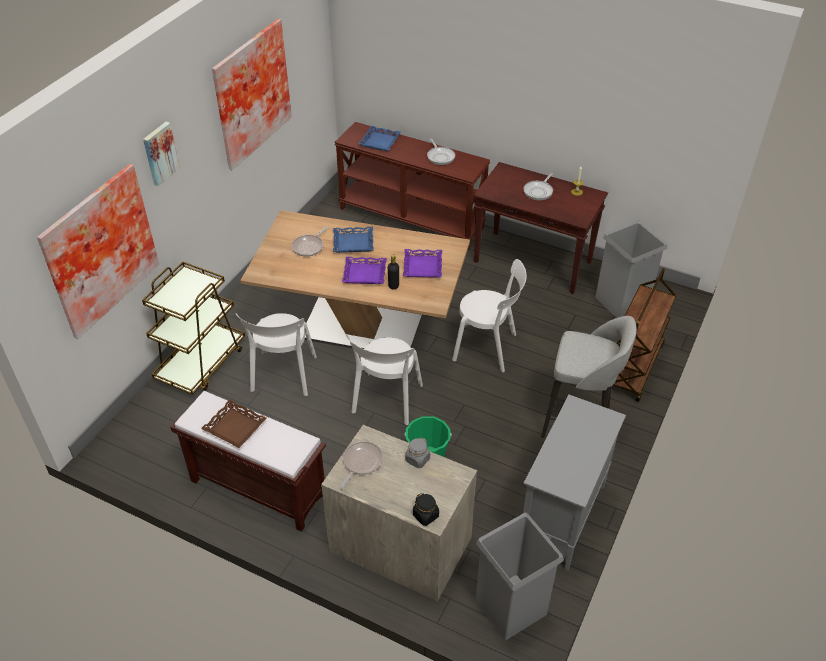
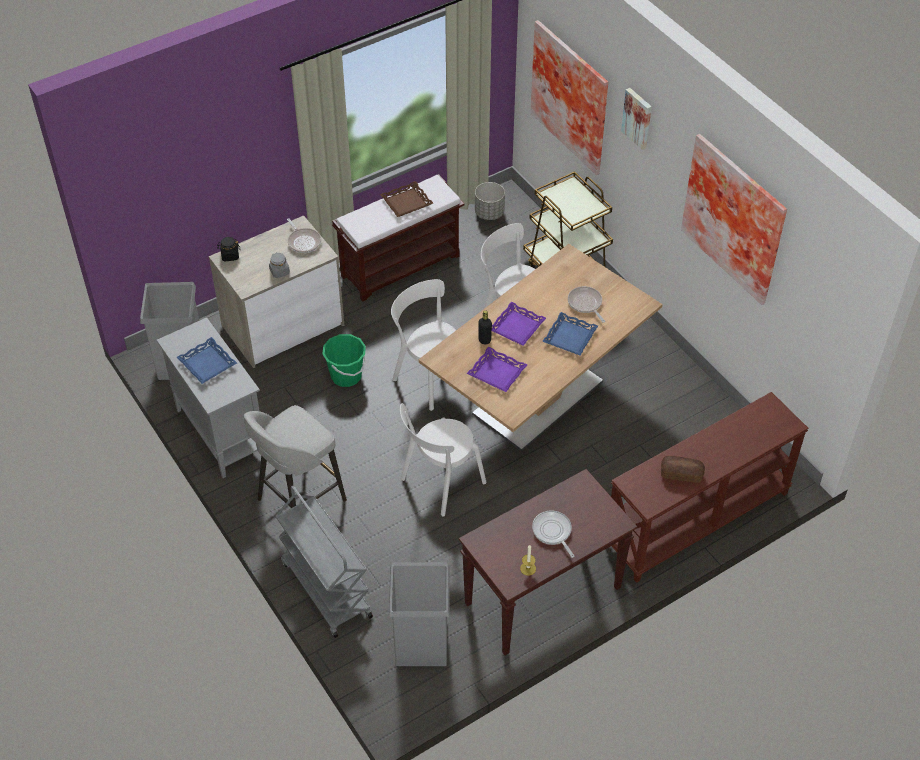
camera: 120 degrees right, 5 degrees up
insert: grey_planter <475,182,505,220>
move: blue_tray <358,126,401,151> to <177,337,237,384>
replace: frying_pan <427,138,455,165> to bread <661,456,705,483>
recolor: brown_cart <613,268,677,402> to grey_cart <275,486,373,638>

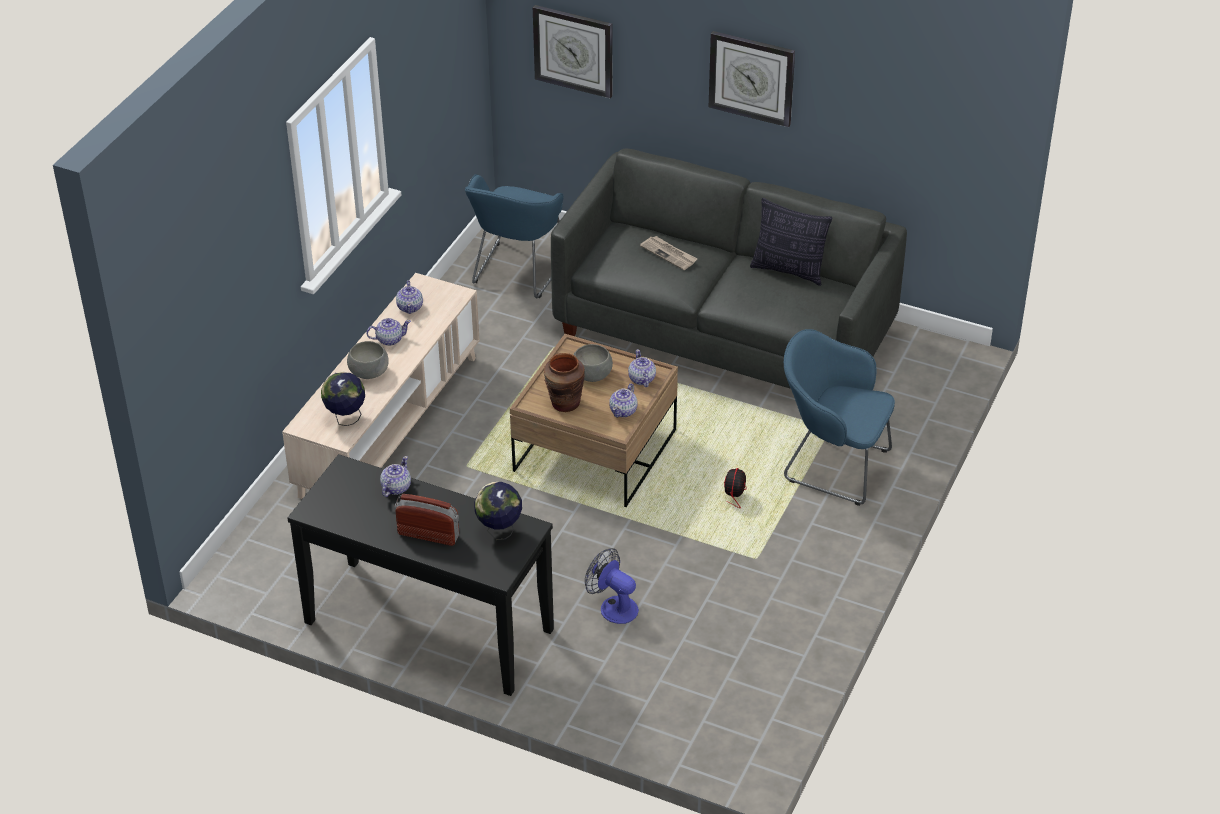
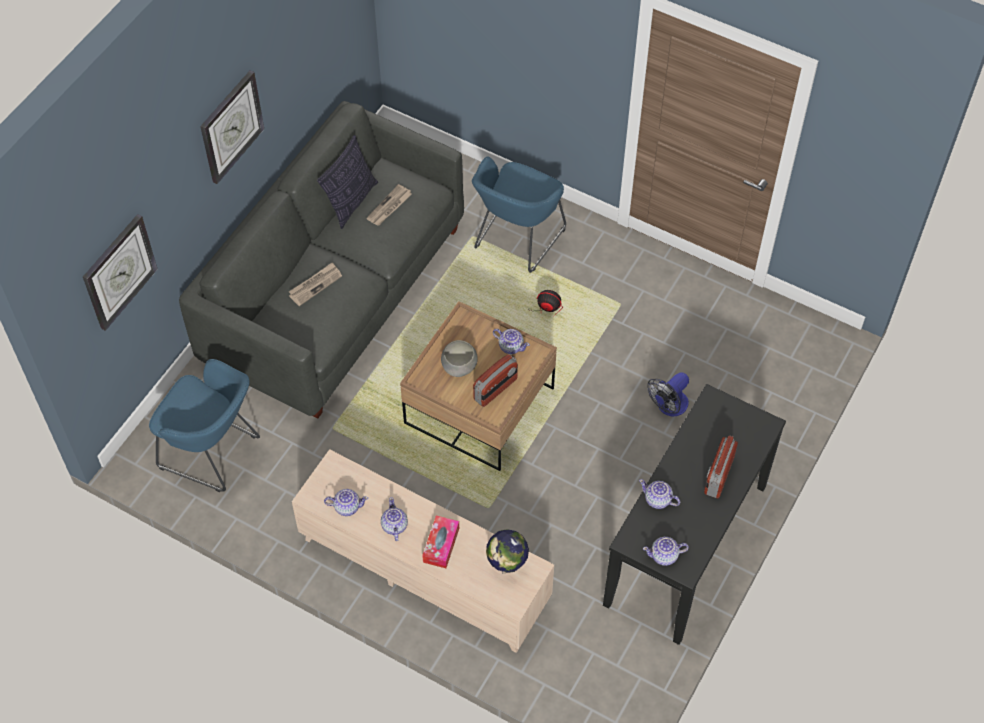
camera: 85 degrees left, 15 degrees up
delete: globe <474,482,522,540>
insert: newspaper <366,184,412,226>
move: teapot <628,349,656,387> to <643,537,689,566>
replace: grey_bowl <347,341,389,379> to tissue_box <422,515,459,568>; brown_vase <544,353,585,412> to radio <473,354,518,407>

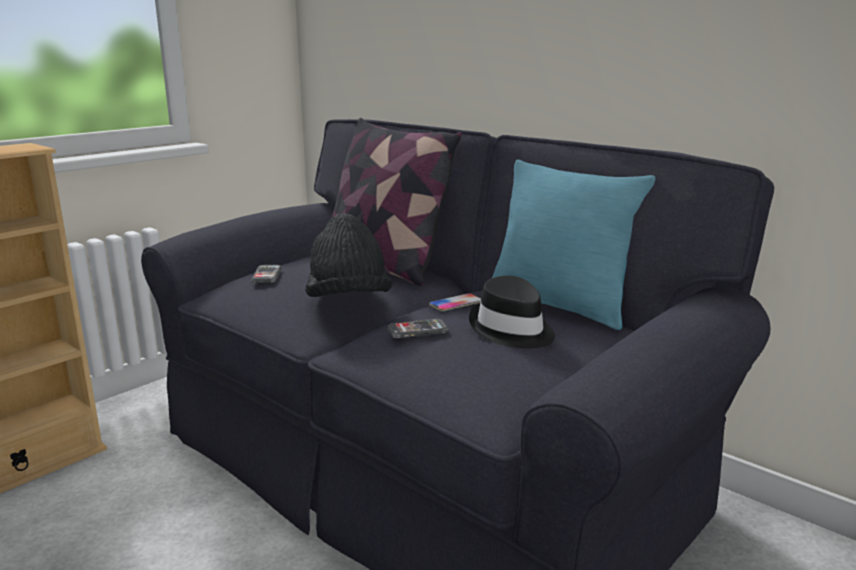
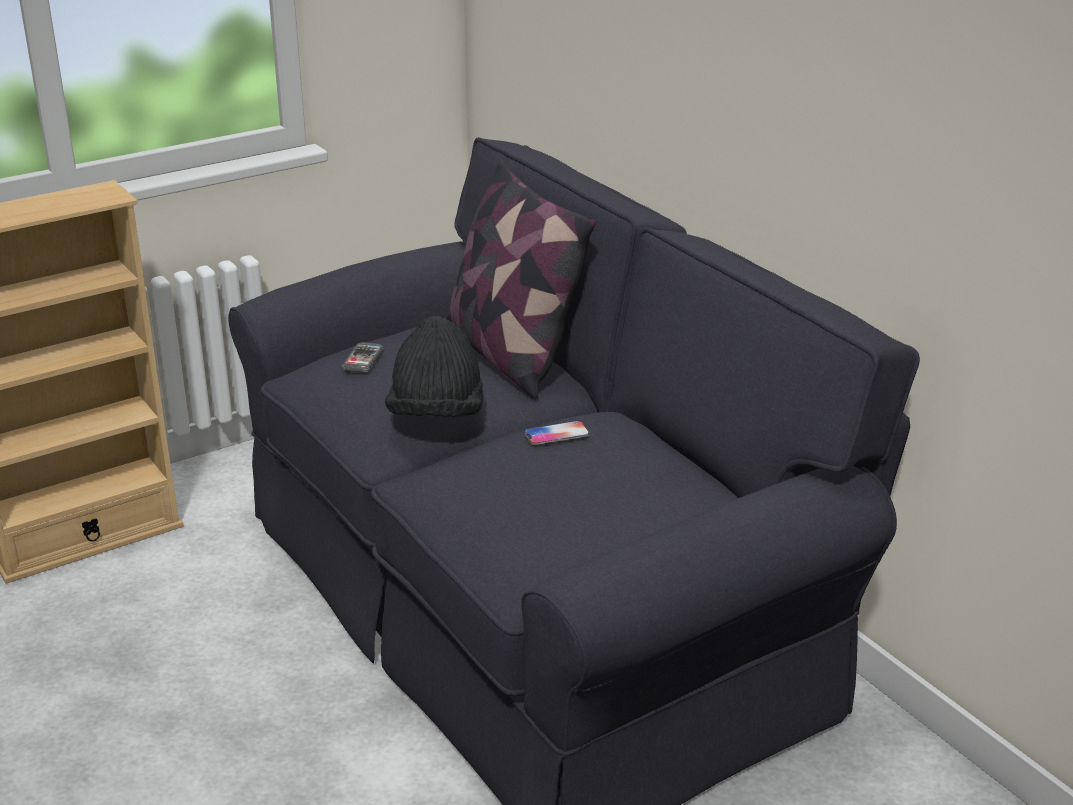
camera: 15 degrees right, 10 degrees up
delete: phone <388,319,448,338>; black_hat <469,276,555,348>; turquoise_pillow <492,160,656,330>

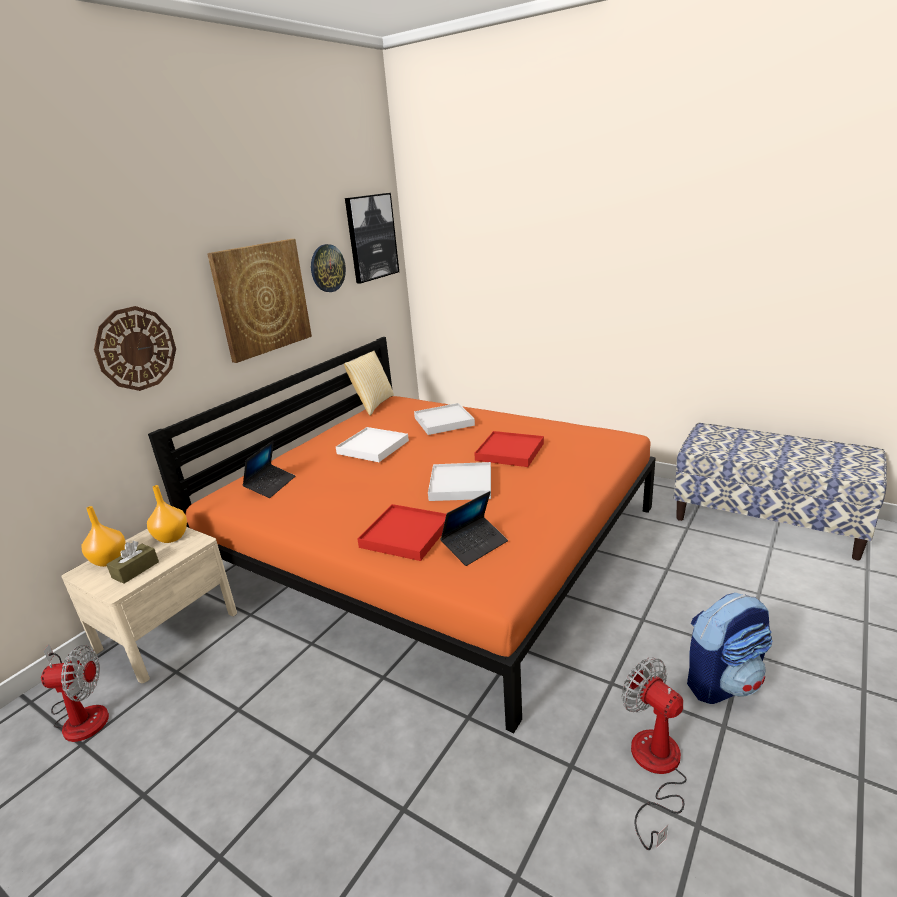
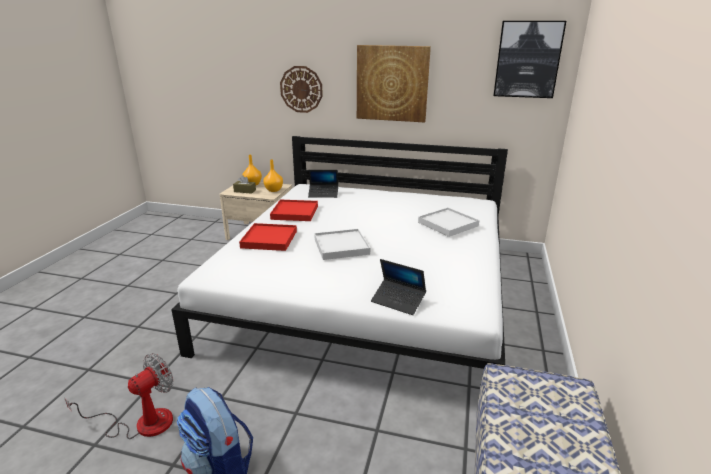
camera: 70 degrees right, 0 degrees up
delete: fan <41,644,109,742>; wall_clock <311,244,346,292>; white_tray <336,427,409,462>; pillow <344,351,394,416>
move: red_tray <474,431,544,467> to <270,200,318,221>; laptop <440,491,508,566> to <371,259,426,315>
recolor: orange_bed <148,337,656,733> to white_bed <171,136,508,369>

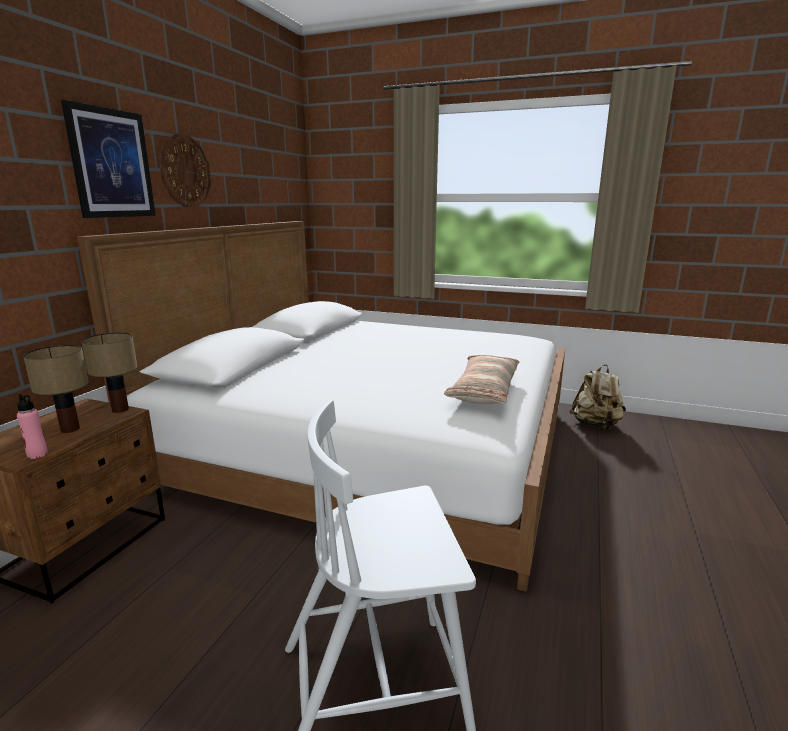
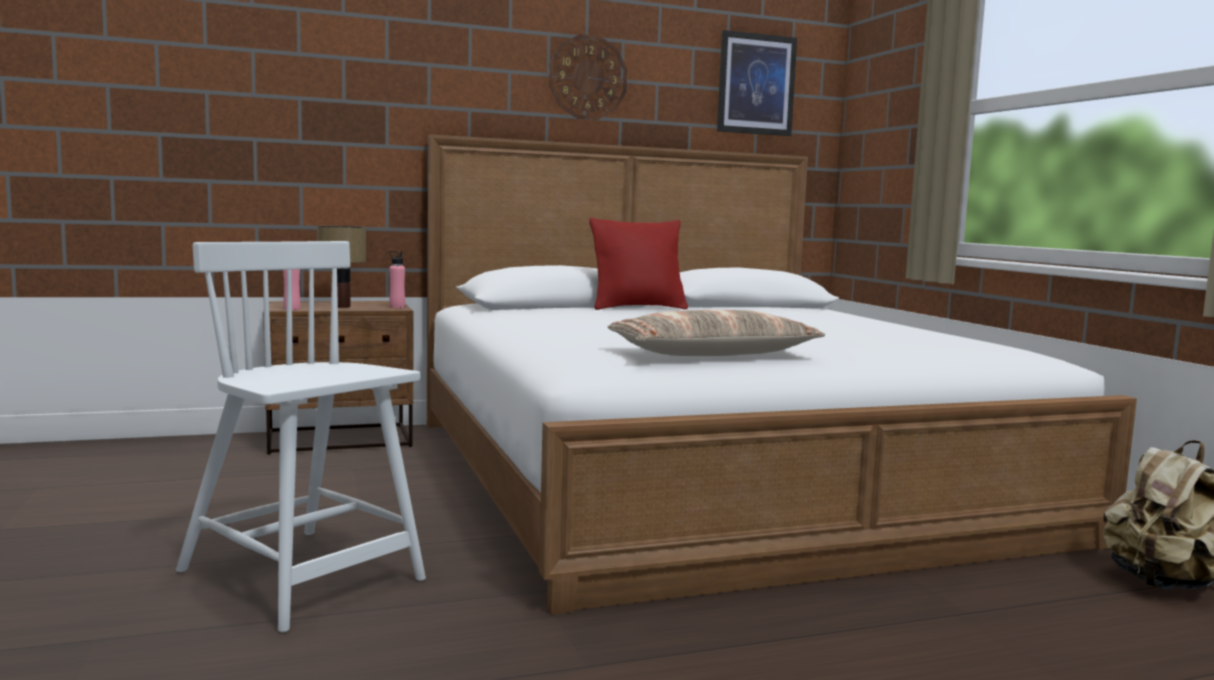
camera: 50 degrees right, 10 degrees down
insert: red_pillow <589,218,688,310>
move: picture <61,100,156,218> to <717,30,797,136>
replace: table_lamp <81,332,138,413> to pink_bottle <389,251,405,308>

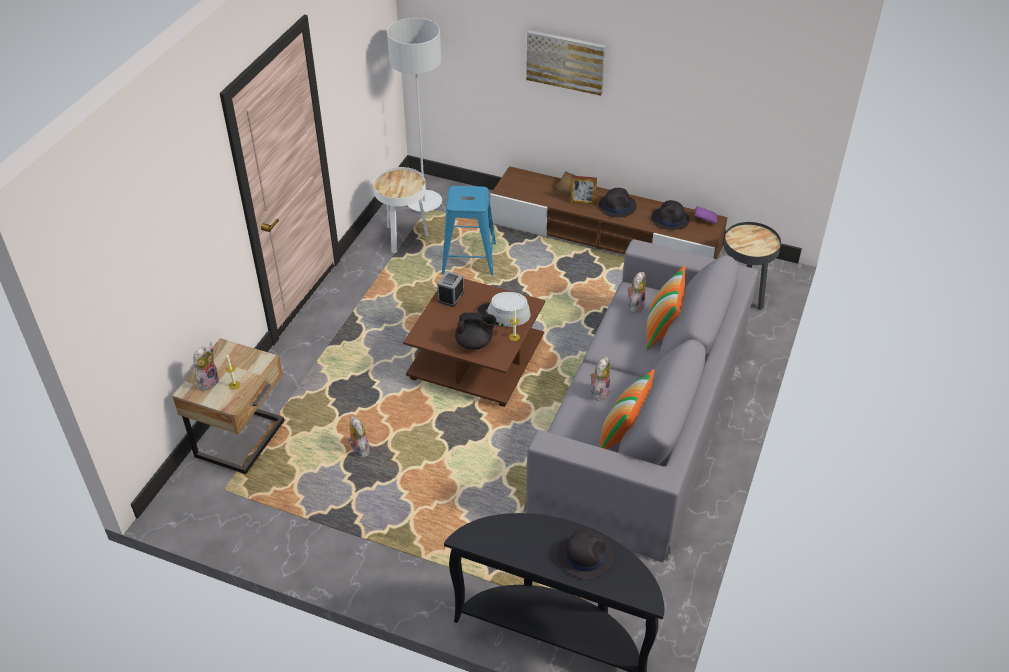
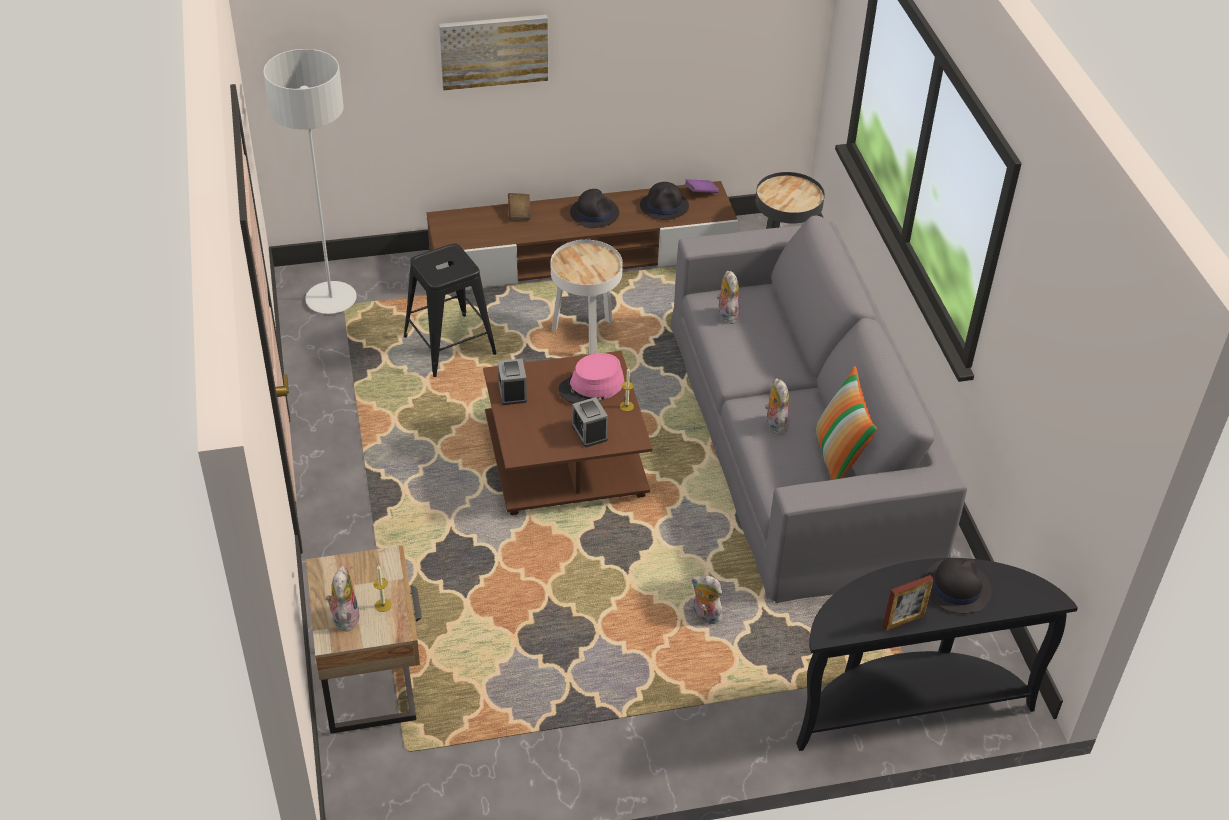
camera: 35 degrees left, 0 degrees up
delete: pillow <647,265,685,351>
move: white_side_table <373,167,429,253> to <551,240,623,355>; plush_toy <348,416,370,457> to <691,575,726,624>; picture_frame <570,176,597,205> to <883,575,934,631>
replace: black_teapot <455,312,496,350> to alarm_clock <572,397,608,447>
recolor: blue_stool <442,186,496,276> to black_stool <404,244,497,377>; grey_hat <477,292,531,327> to pink_hat <558,353,624,404>

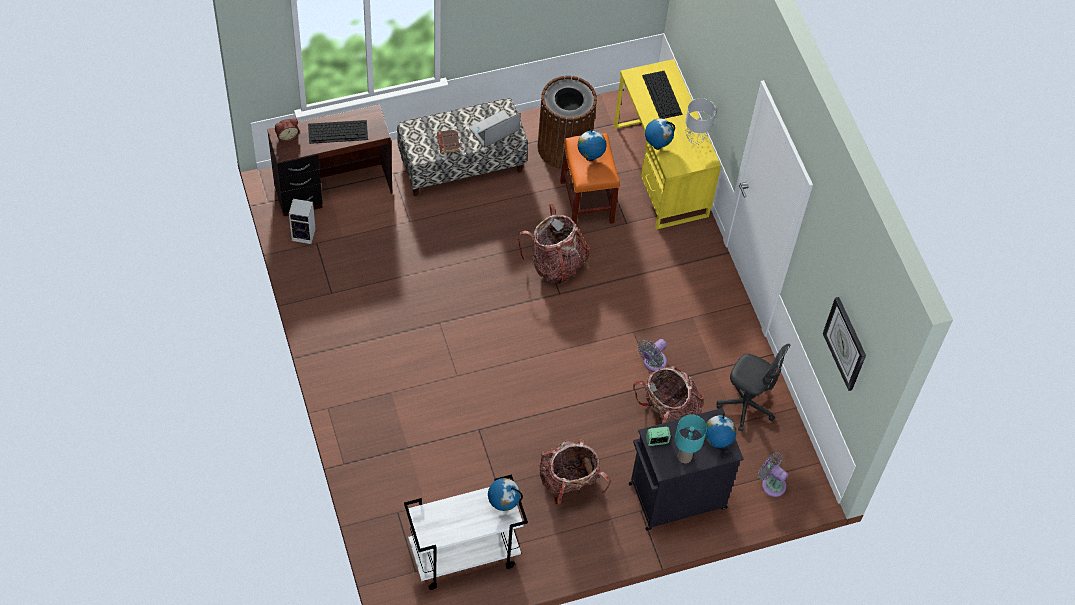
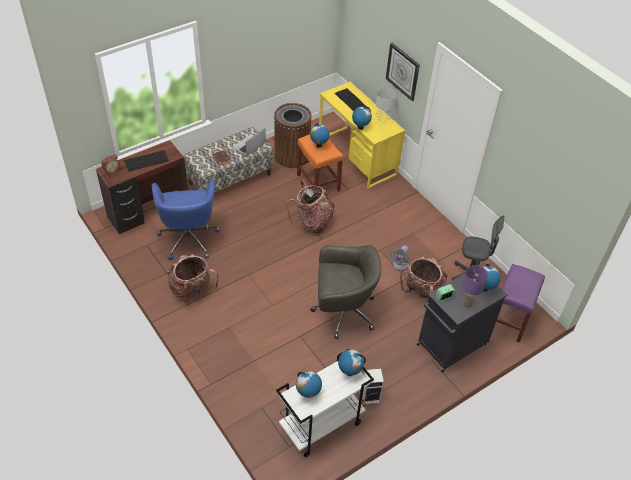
camera: 15 degrees left, 10 degrees down
insert: blue_office_chair <152,179,220,260>; globe <296,371,322,398>; grey_office_chair <310,245,381,339>
move: backpack <539,439,611,505> to <167,254,219,303>; speaker <289,199,316,244> to <362,369,384,404>; wall_clock <823,297,866,391> to <386,43,420,101>
replace: grey_fan <758,452,788,497> to purple_stool <496,264,545,343>
recolor: turquoise_table_lamp <675,414,707,463> to purple_table_lamp <462,265,488,308>

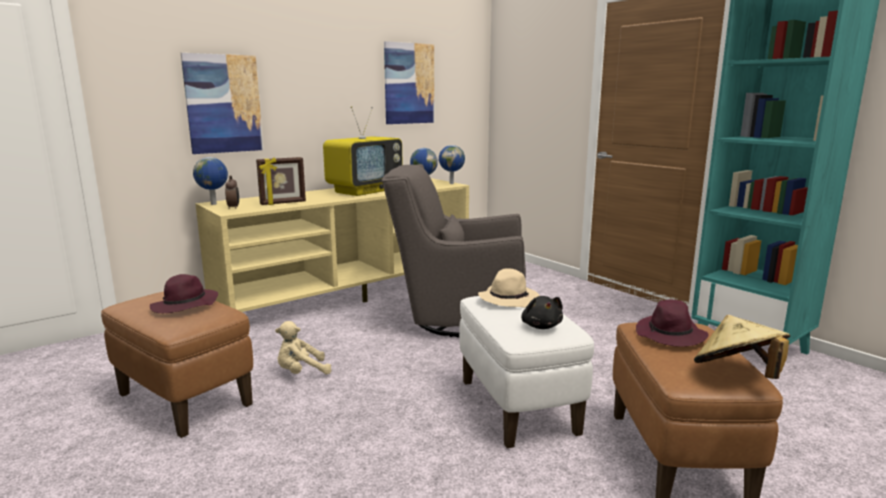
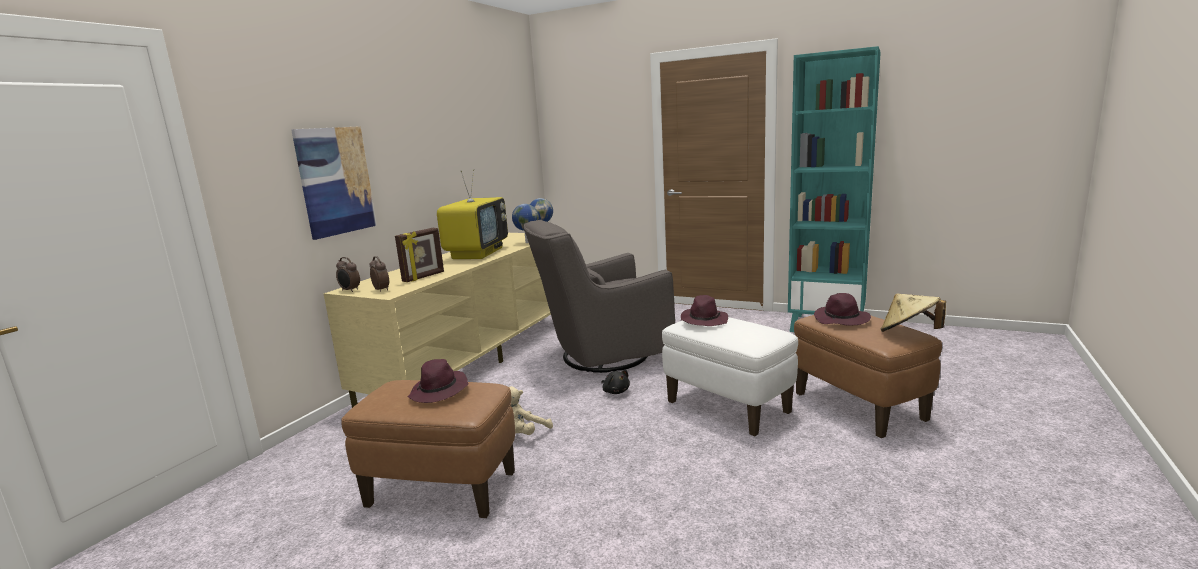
camera: 25 degrees left, 0 degrees up
delete: picture <384,41,434,124>
move: black_plush_toy <521,296,563,329> to <601,370,630,394>
replace: globe <193,157,228,205> to alarm_clock <336,257,360,292>
recolor: beige_hat <478,268,539,308> to purple_hat <681,295,728,326>

